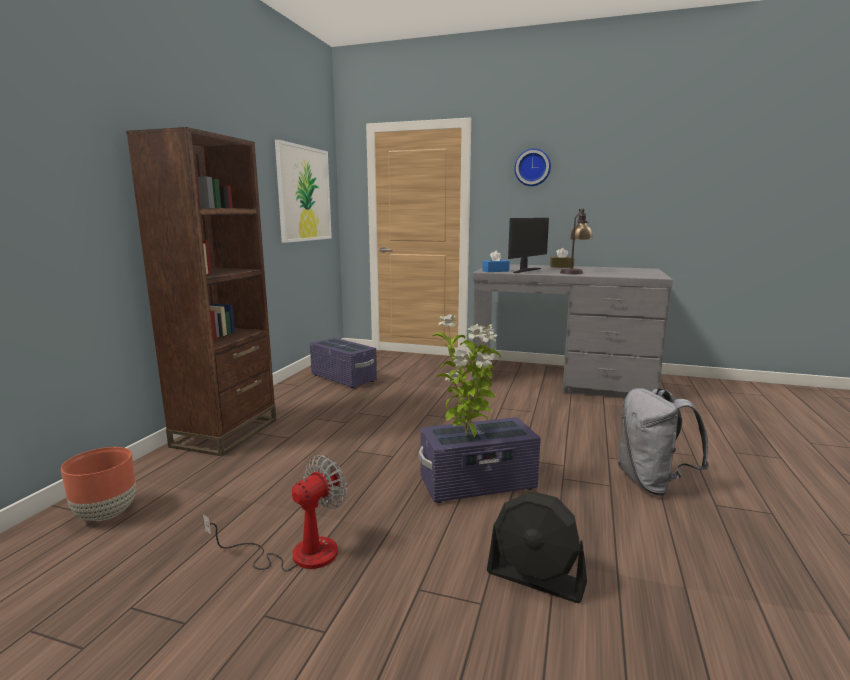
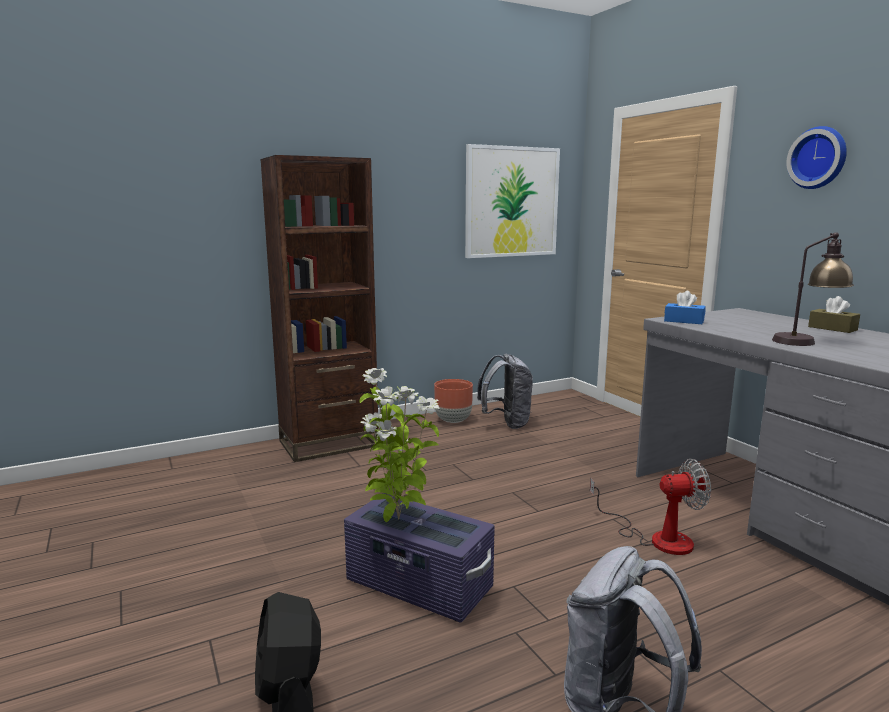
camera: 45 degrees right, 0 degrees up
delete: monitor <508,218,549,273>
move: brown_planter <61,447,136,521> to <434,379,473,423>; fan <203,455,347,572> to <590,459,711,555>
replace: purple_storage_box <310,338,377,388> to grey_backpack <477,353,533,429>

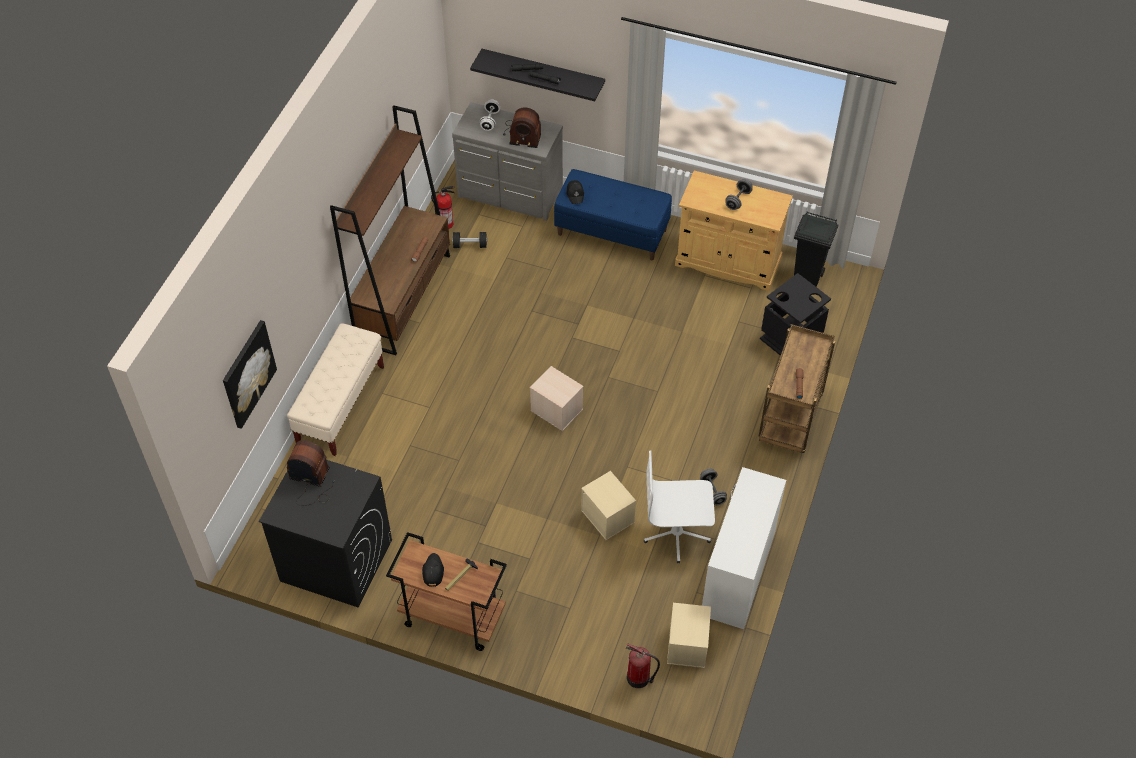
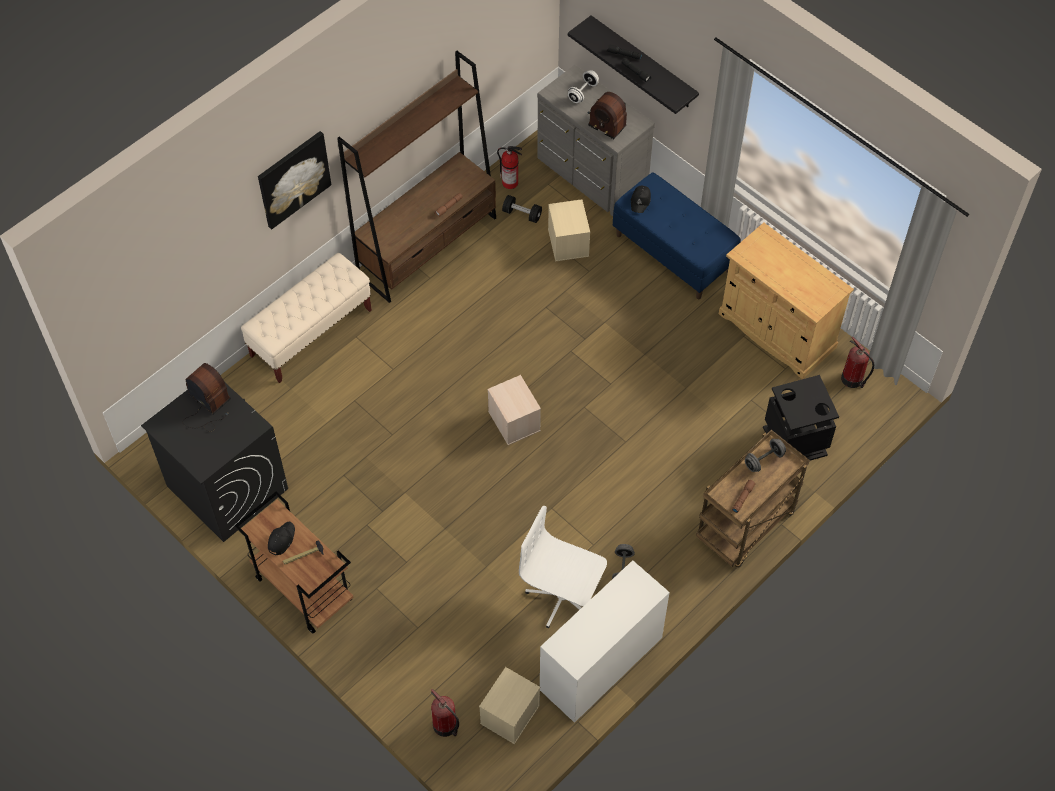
camera: 25 degrees right, 5 degrees up
move: picture <223,320,277,429> to <258,131,331,230>; beige_storage_box <581,471,636,540> to <548,199,590,262>; grey_dumbbell <726,179,752,210> to <745,439,786,472>
replace: black_trash_can <794,212,838,287> to fire_extinguisher <841,336,874,388>

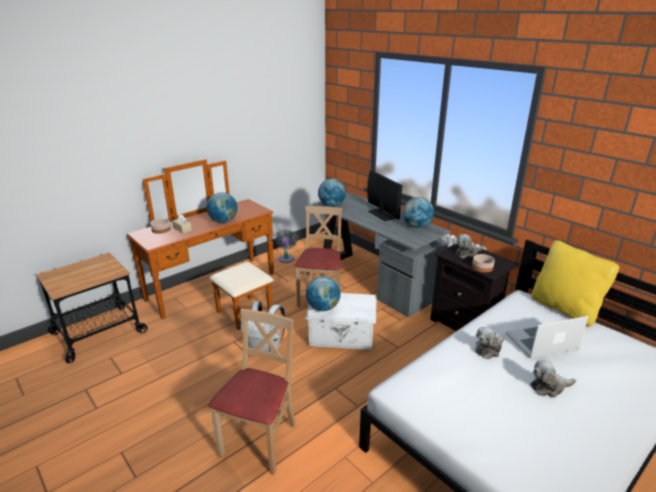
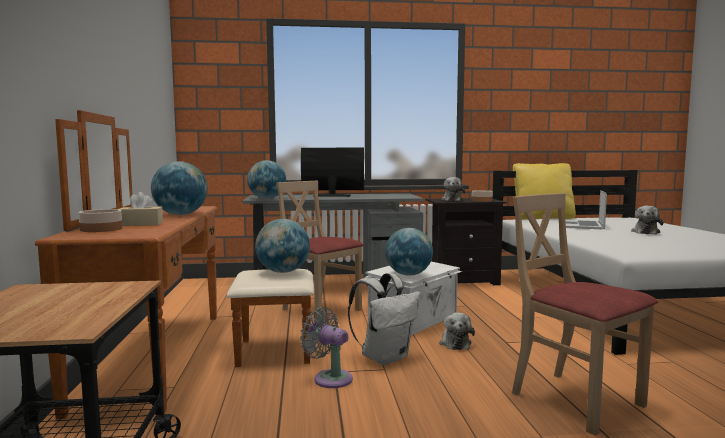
camera: 55 degrees left, 20 degrees down
move: globe <402,197,434,228> to <255,219,310,273>; grey_fan <276,229,297,263> to <300,307,353,388>; plush_toy <475,327,506,359> to <440,312,475,350>

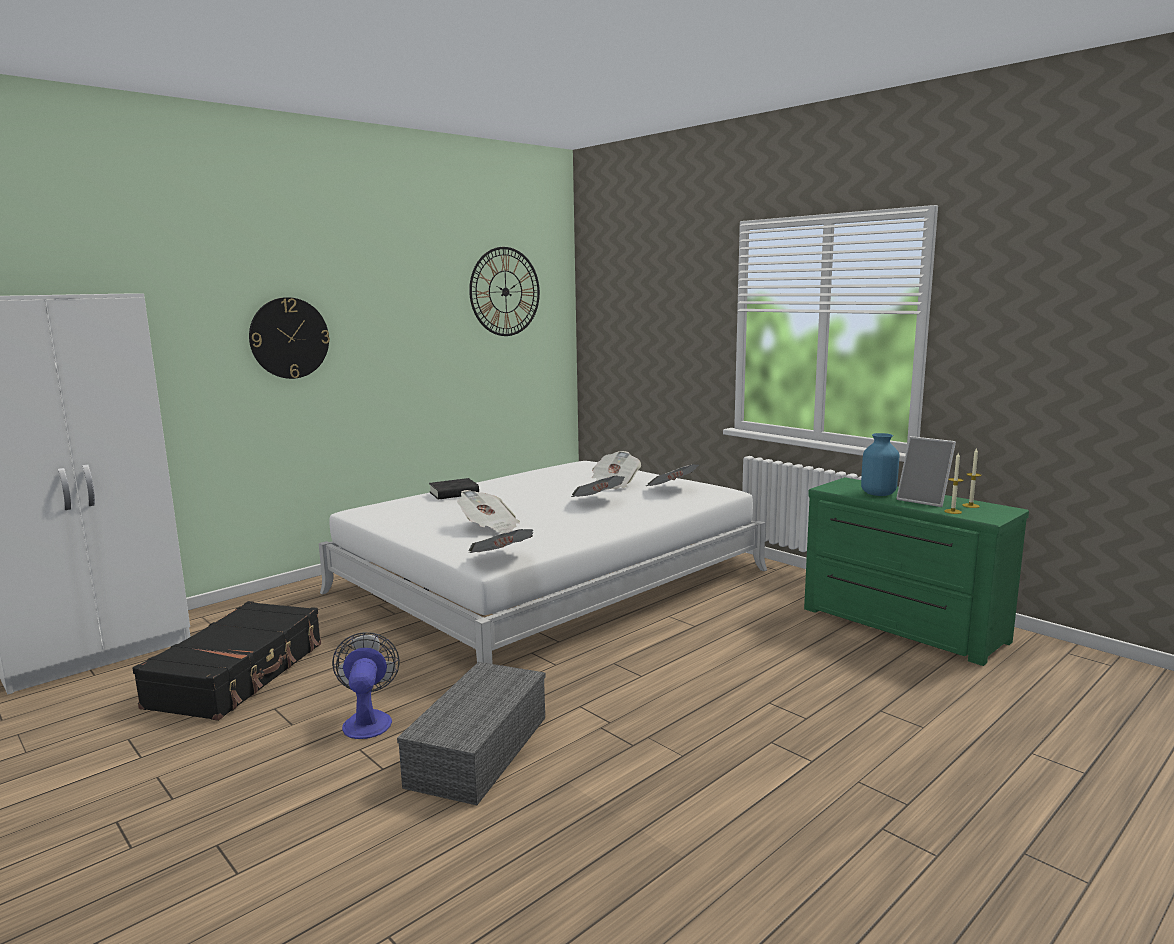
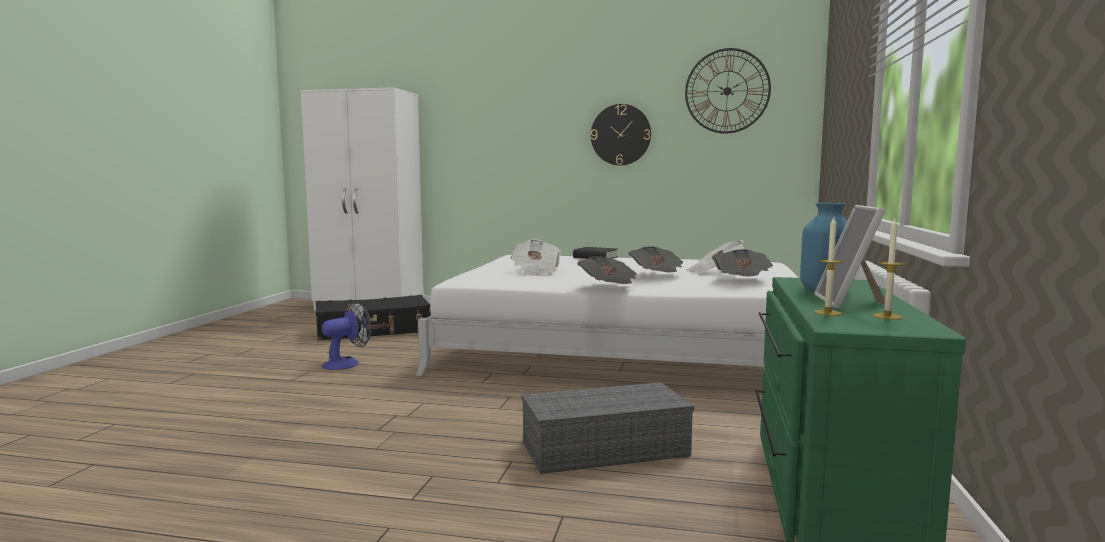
camera: 55 degrees right, 5 degrees down
move: grey_storage_box <397,662,545,805> to <521,382,694,474>; newspaper <469,529,533,553> to <577,256,637,284>; wall_clock <249,297,330,379> to <591,104,651,165>

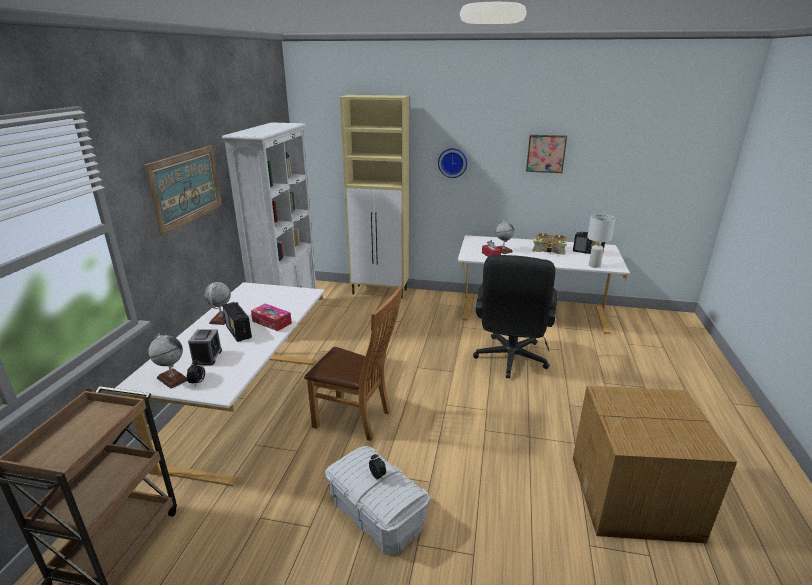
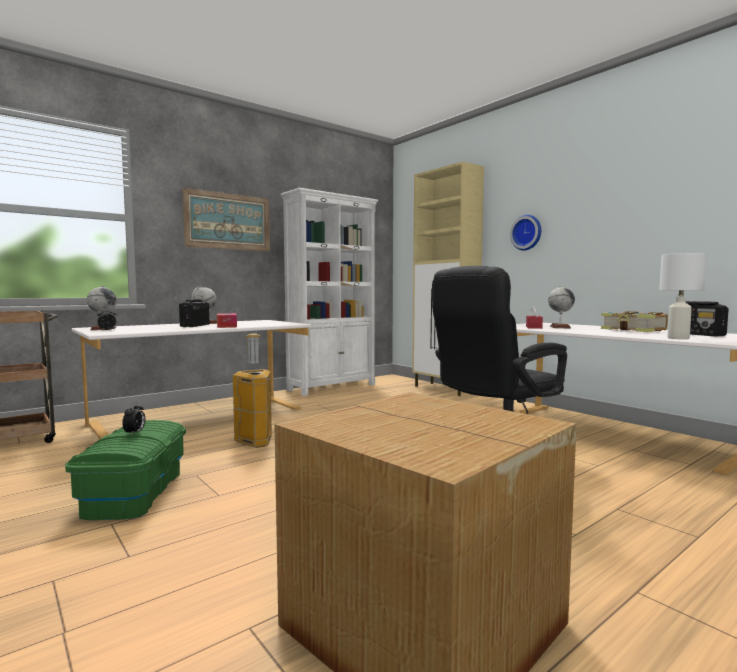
camera: 40 degrees right, 20 degrees down
delete: alarm_clock <188,329,222,366>; picture <526,135,567,173>
replace: brown_chair <304,285,403,441> to trash_can <233,334,272,448>
recolor: white_storage_box <325,446,430,556> to green_storage_box <65,420,186,520>

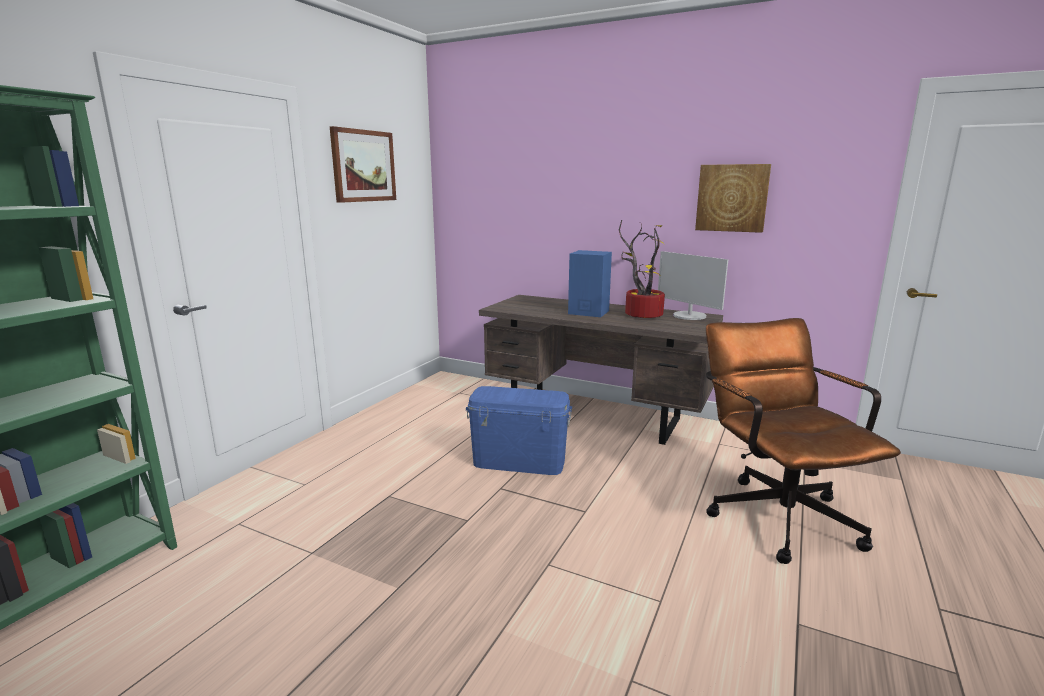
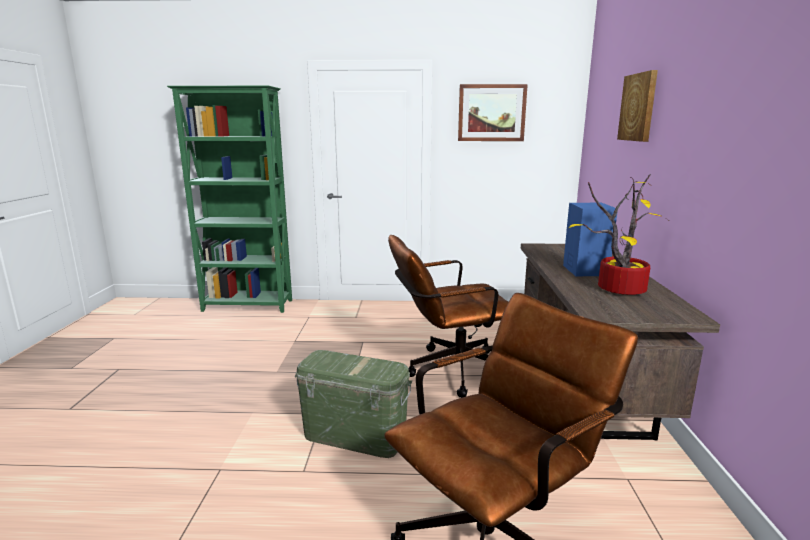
camera: 65 degrees right, 0 degrees up
delete: monitor <658,251,728,320>
insert: green_storage_box <295,350,412,458>
move: picture <695,164,771,233> to <617,70,658,142>
replace: blue_storage_box <466,386,572,475> to brown_office_chair <388,235,508,398>

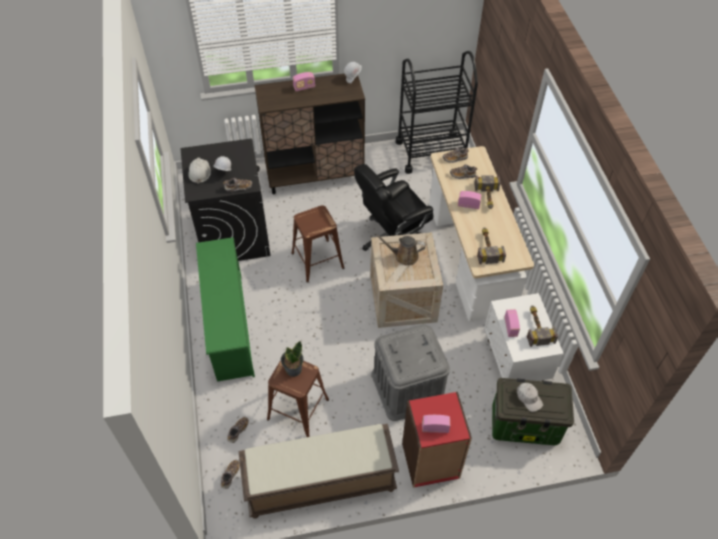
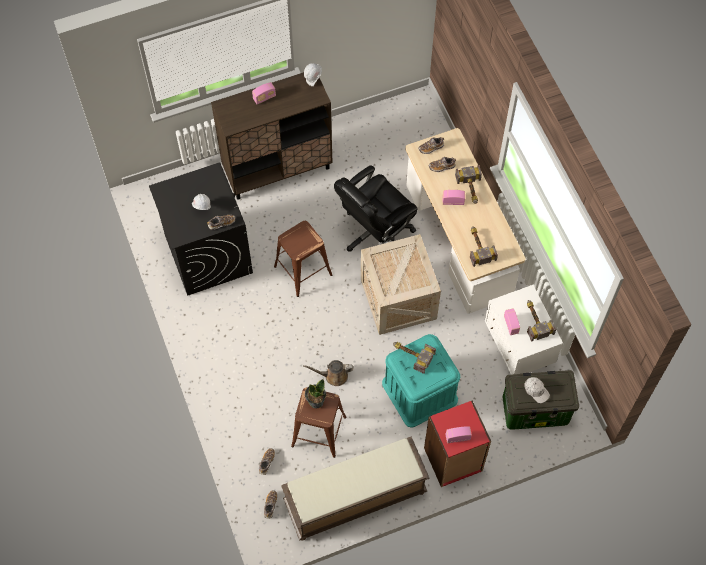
camera: 10 degrees left, 10 degrees up
delete: white_hard_hat <188,158,211,184>; green_shoe_rack <196,237,255,382>; black_cart <396,51,478,174>
insert: hammer <393,342,436,374>
move: brown_watering_can <375,234,426,266> to <303,360,354,386>
recolor: grey_storage_box <372,324,450,421> to turquoise_storage_box <382,334,460,427>

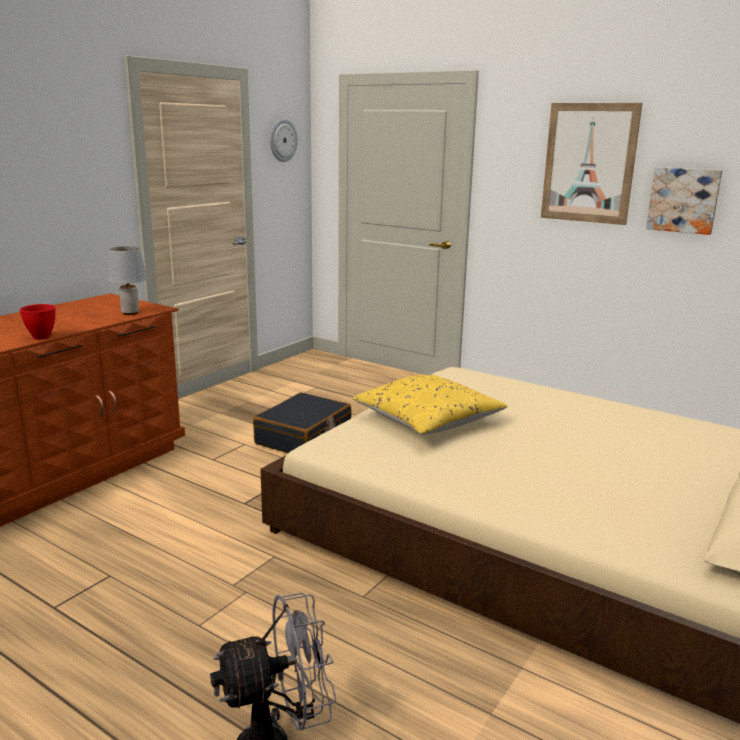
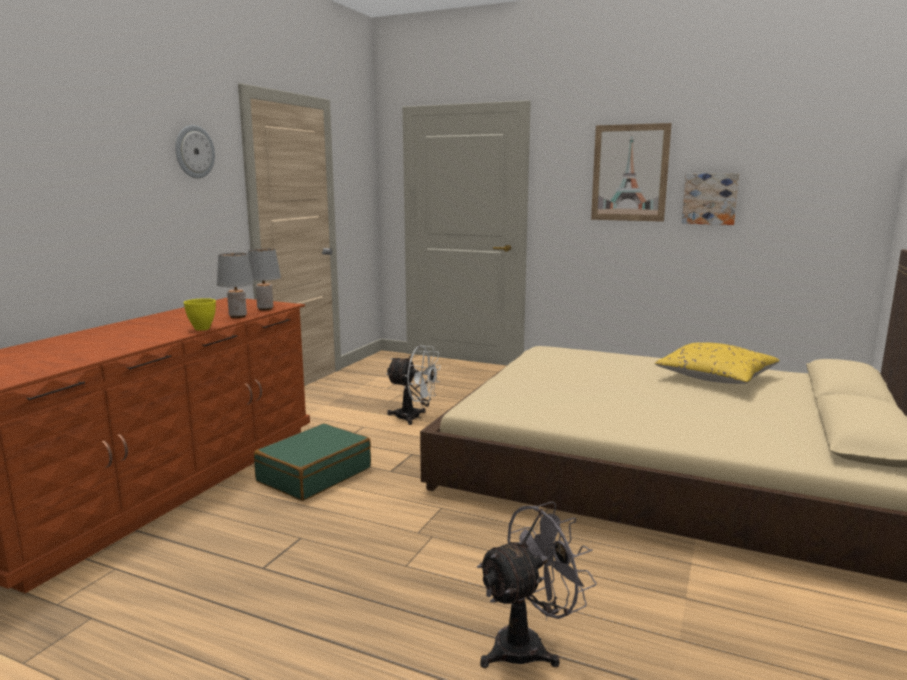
camera: 10 degrees left, 5 degrees down
insert: grey_table_lamp <217,253,254,318>; green_suitcase <254,424,371,501>
move: wall_clock <270,119,298,162> to <175,125,215,178>; yellow_pillow <352,375,508,435> to <654,342,780,384>
replace: black_suitcase <253,392,351,453> to white_fan <386,345,441,425>
recolor: red_bowl <20,304,56,340> to yellow_bowl <184,298,216,331>

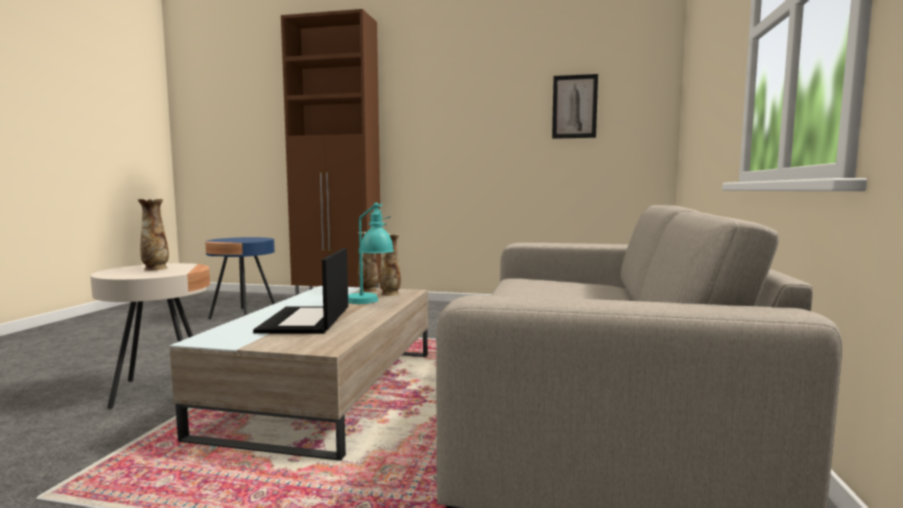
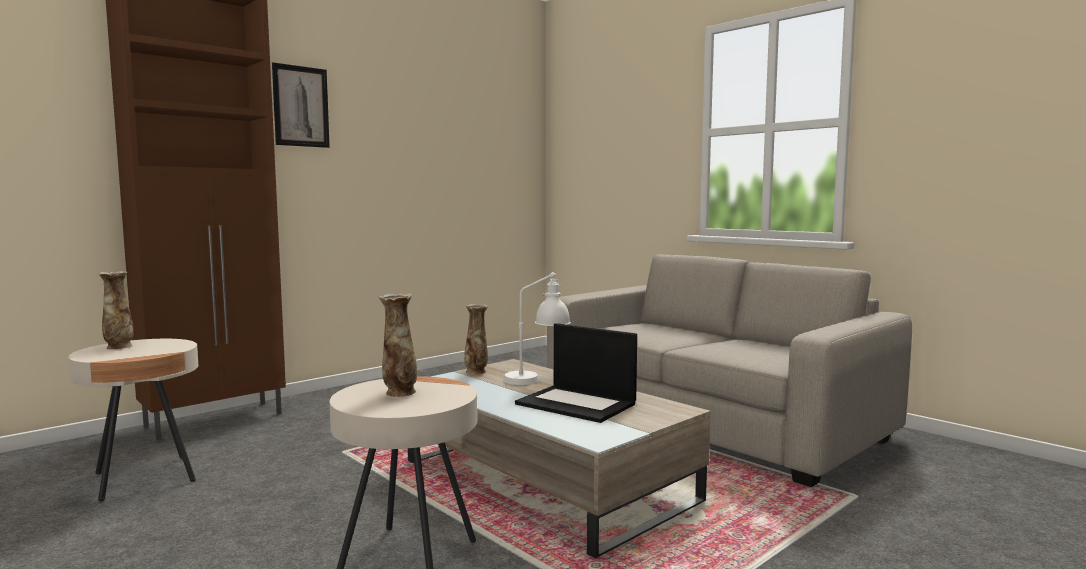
camera: 55 degrees left, 0 degrees up
move: vase <379,233,401,296> to <99,271,134,349>; picture <552,74,598,139> to <272,62,330,148>
recolor: blue_side_table <205,237,275,319> to beige_side_table <68,339,198,501>; turquoise_table_lamp <348,203,394,304> to white_table_lamp <503,272,571,385>

